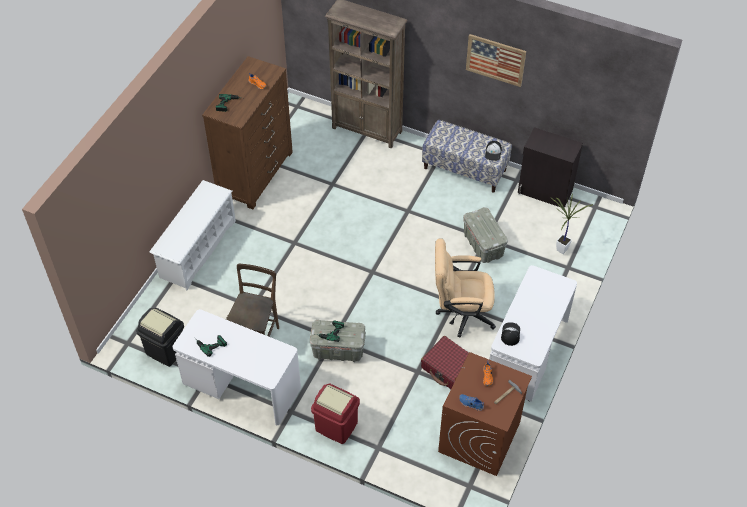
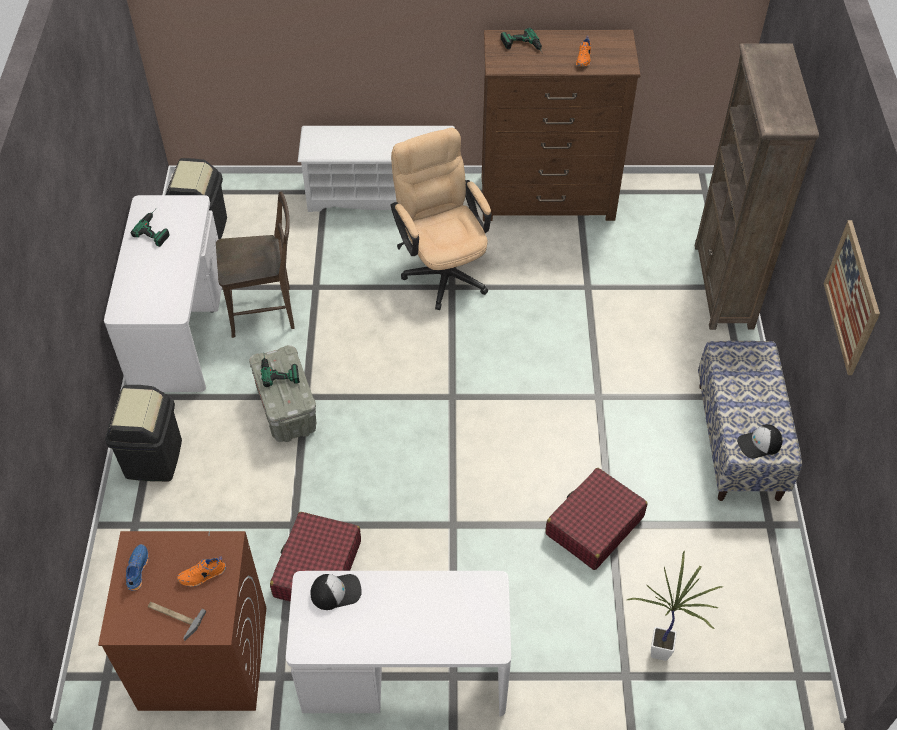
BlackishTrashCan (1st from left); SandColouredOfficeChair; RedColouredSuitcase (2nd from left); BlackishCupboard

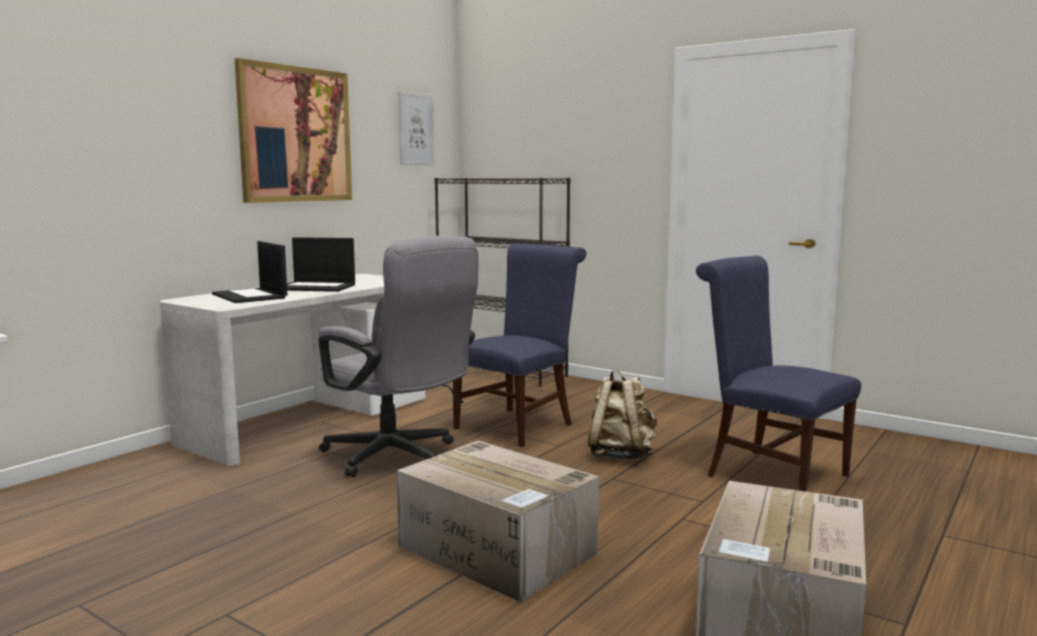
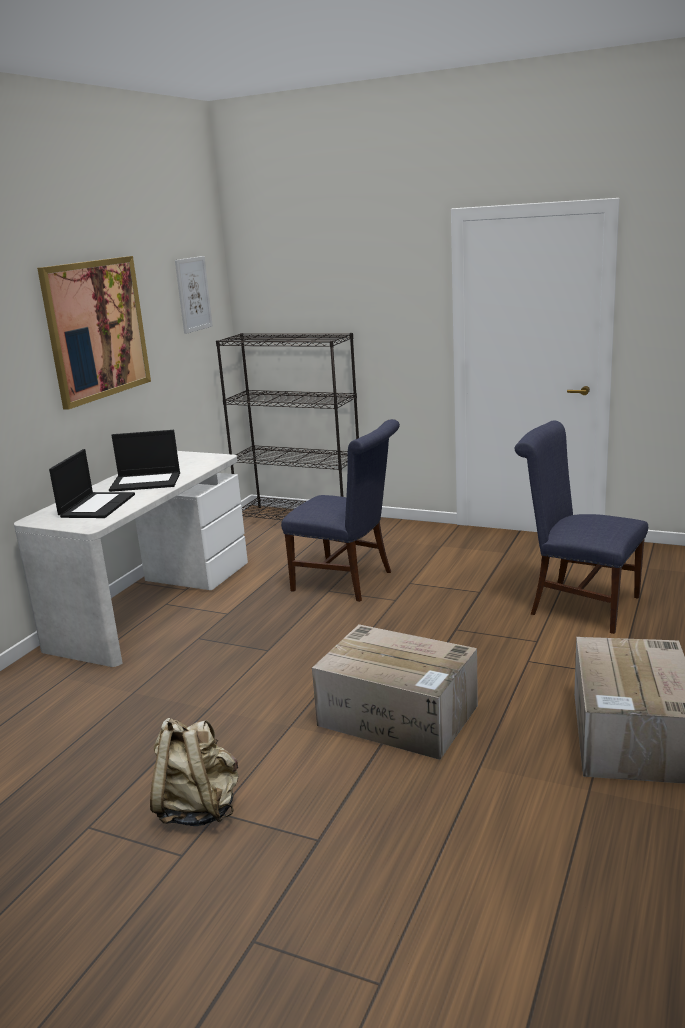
Laptop (1st from left); SandColouredBackpack; BluishChair (1st from left); GreyishOfficeChair

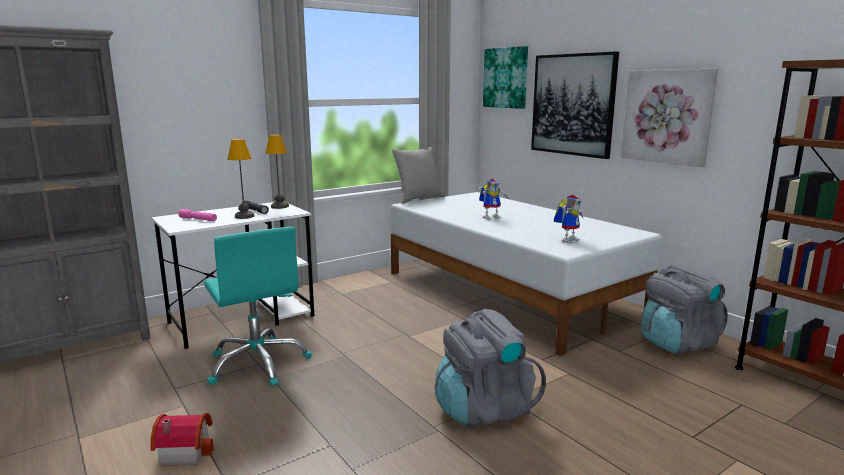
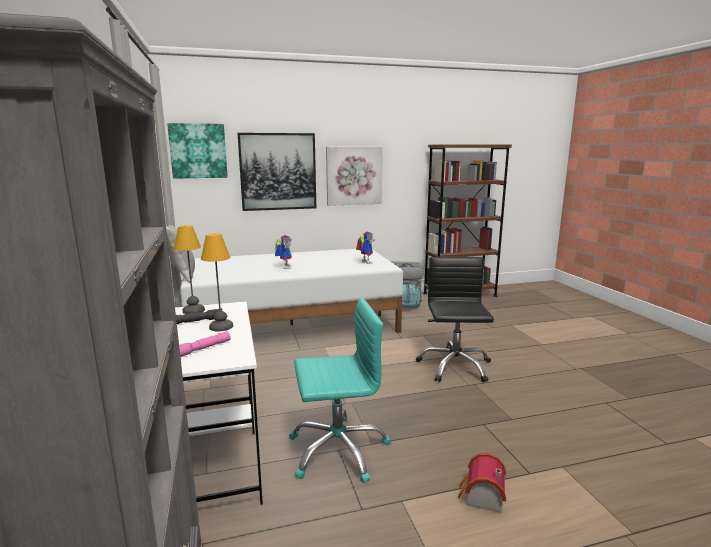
BlackishOfficeChair

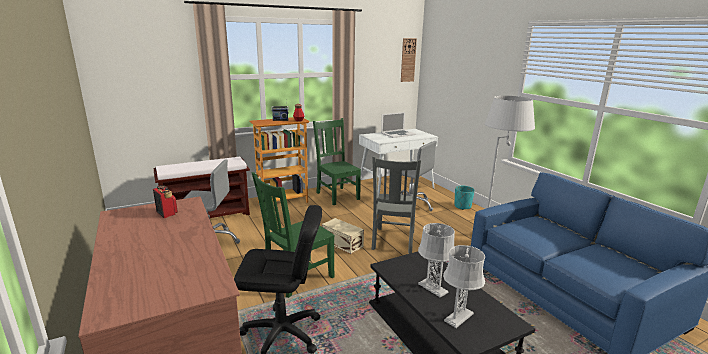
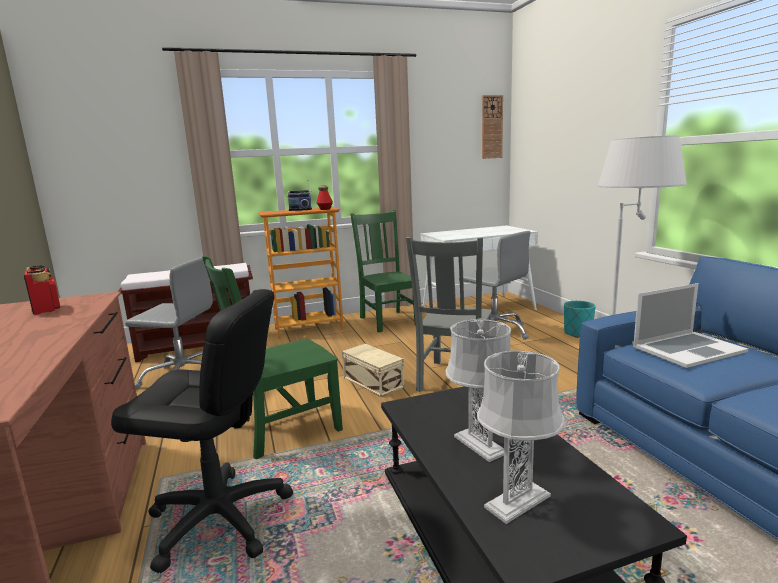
Laptop

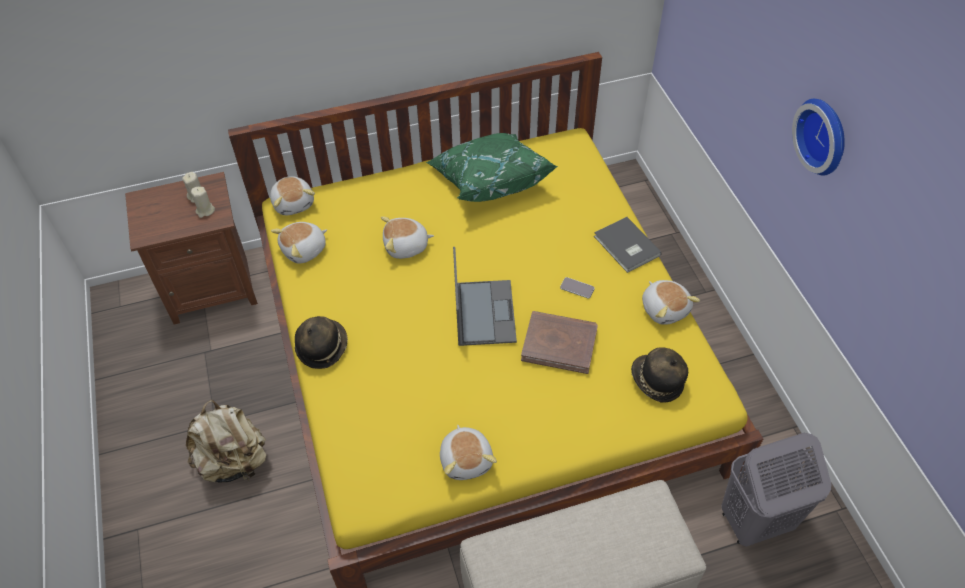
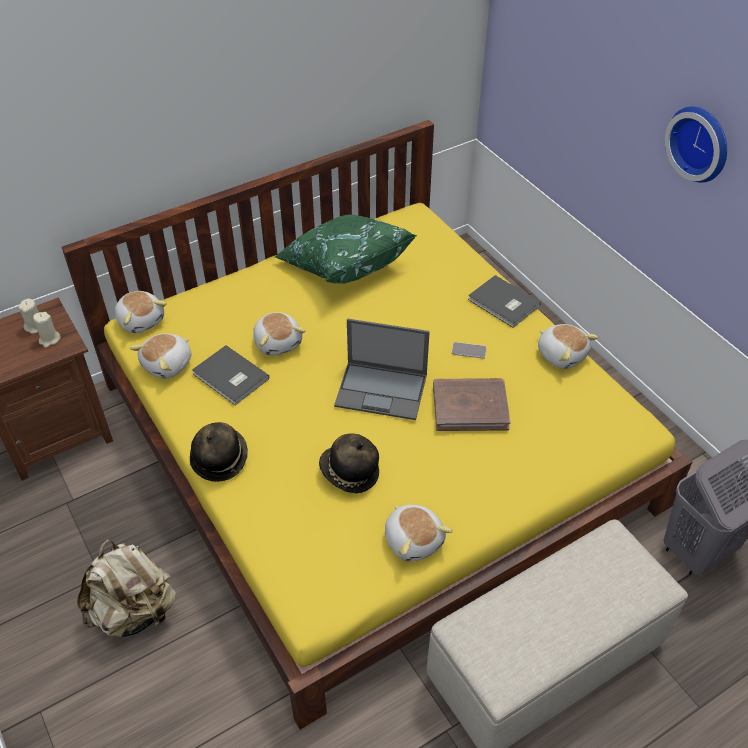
GreyishBoundBook (1st from left); PlushToy (3rd from left); Hat (2nd from left); Laptop

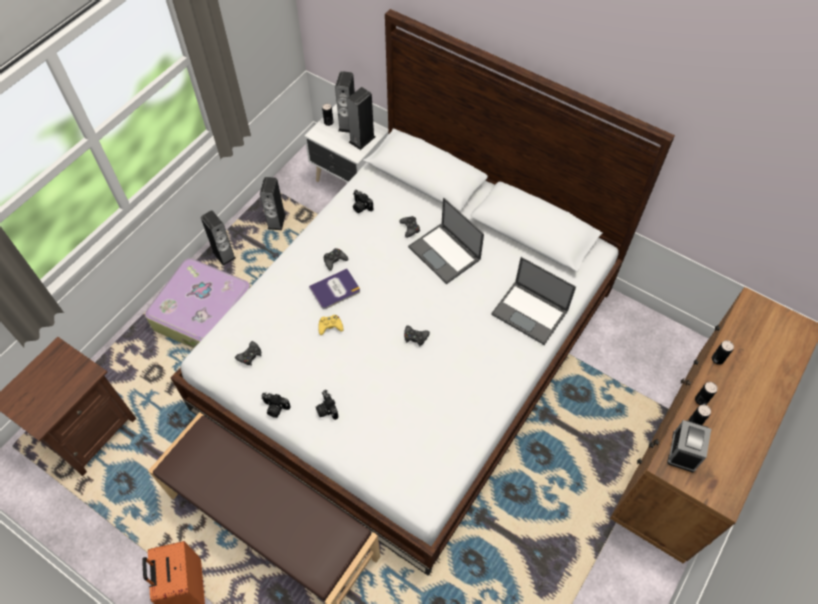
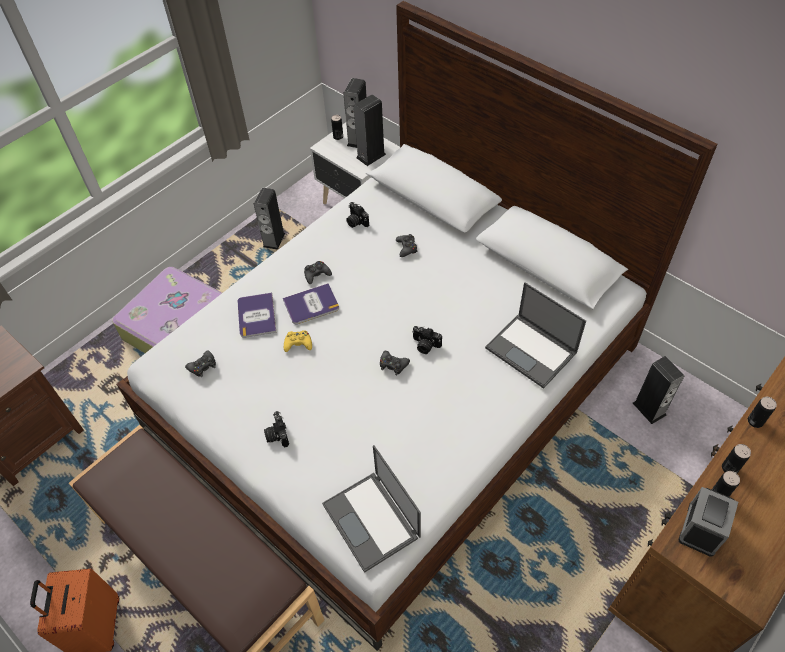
BoundBook (1st from left); Laptop (1st from left); PhotoCamera (3rd from left); AudioSpeaker (4th from left)

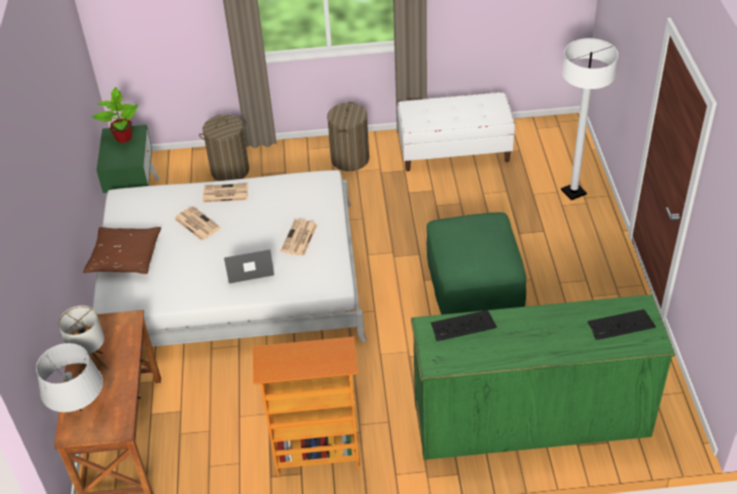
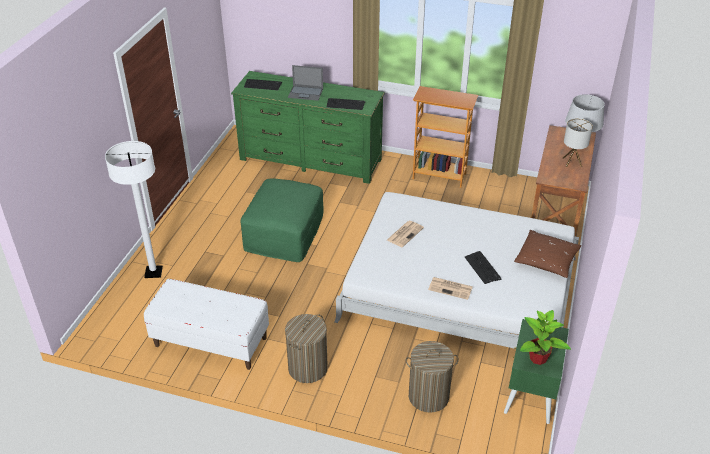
Laptop; ComputerKeyboard (3rd from left)

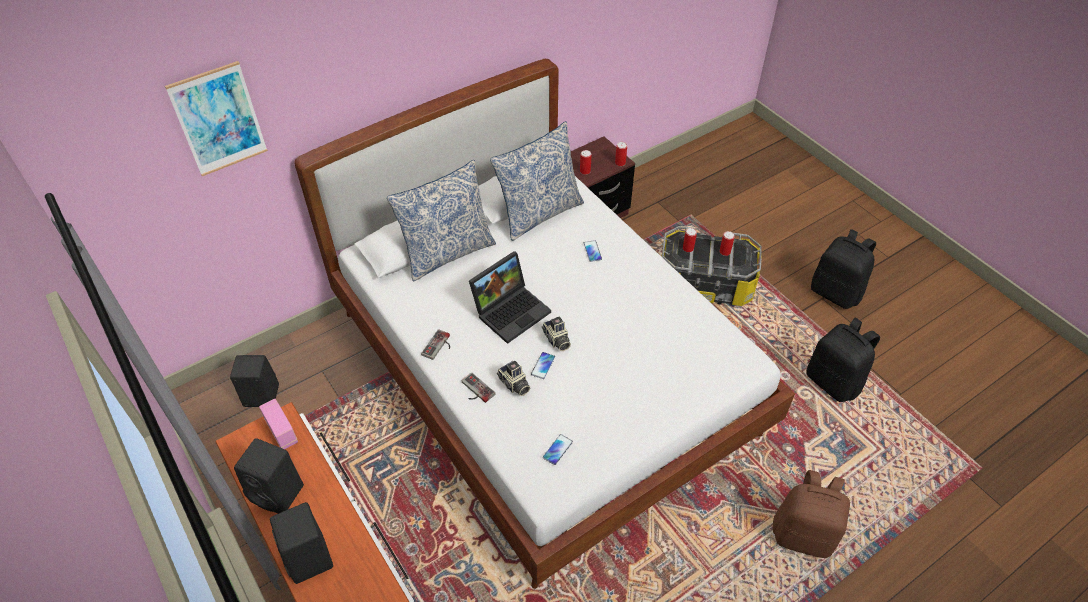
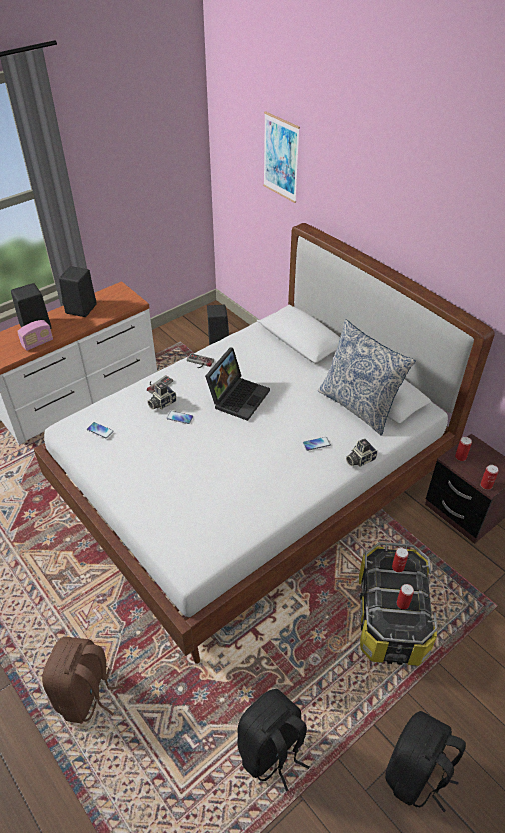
Radio; Laptop; PhotoCamera (2nd from left); Pillow (1st from left in the first image)

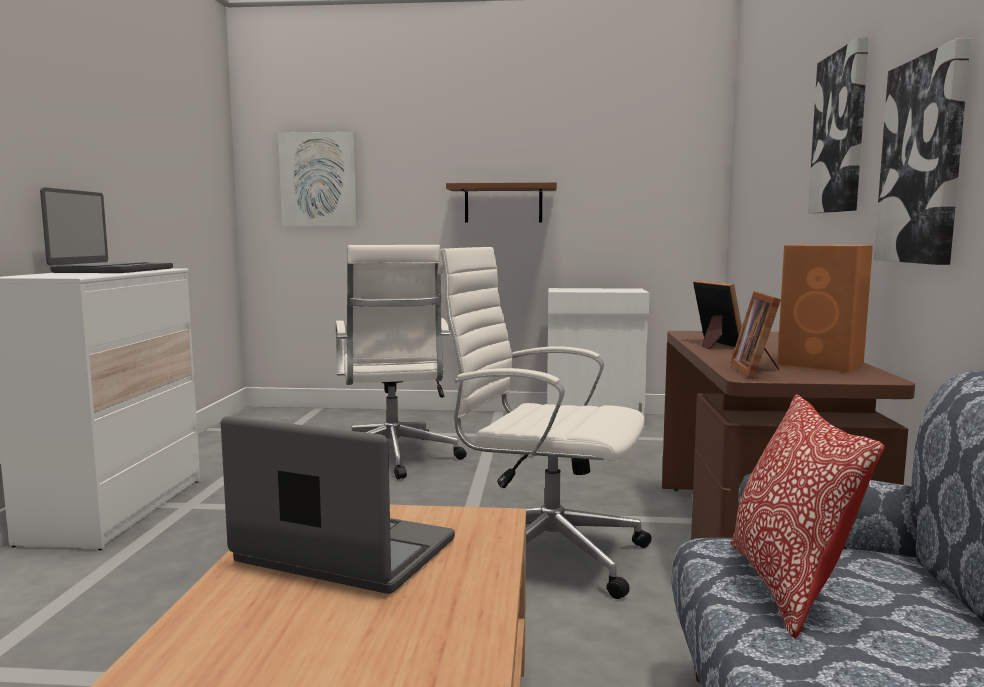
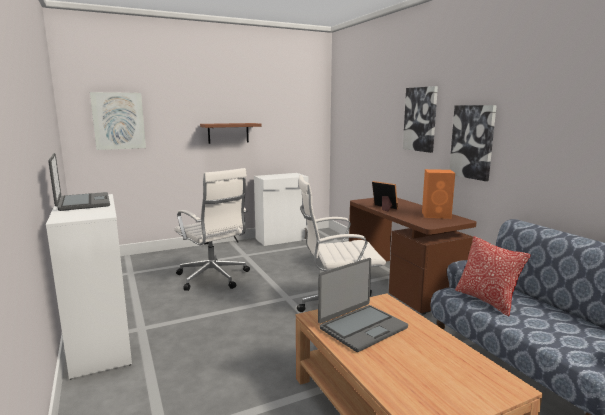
Laptop (2nd from left); PictureFrame (2nd from left in the first image)

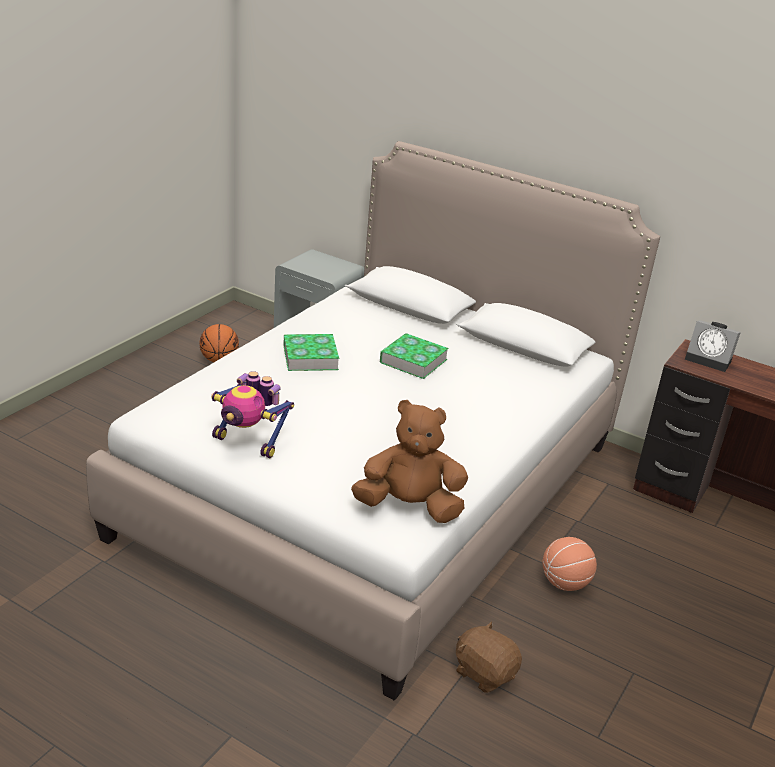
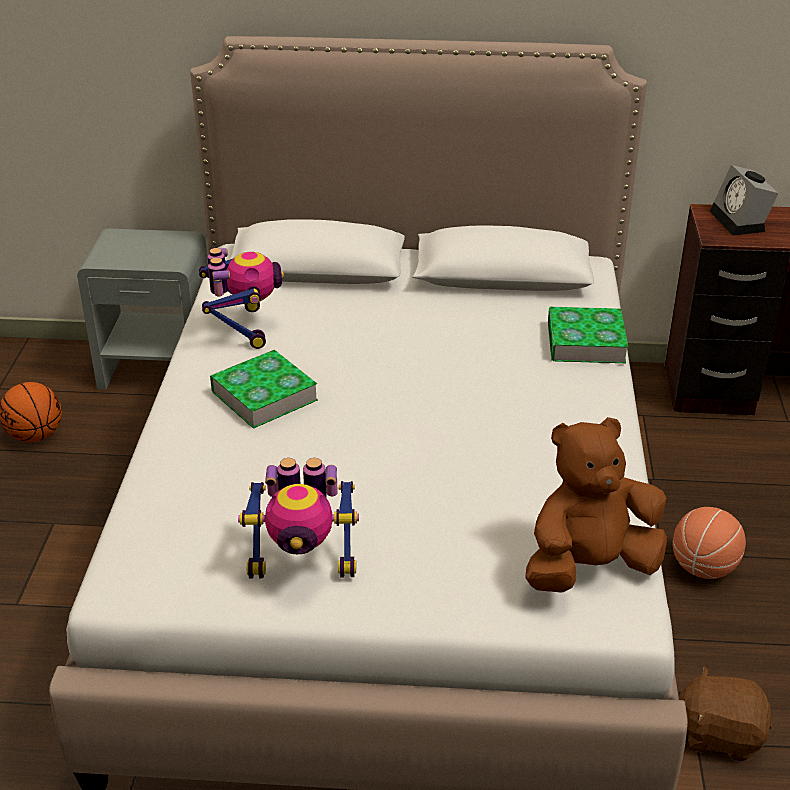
RobotFigure (1st from left); BoundBook (2nd from left); BedsideClock

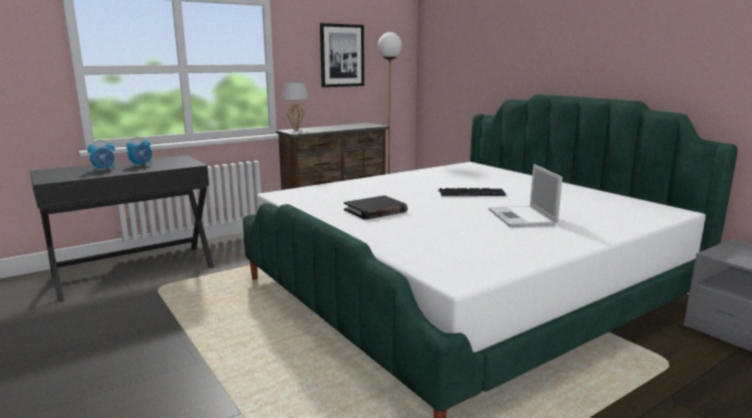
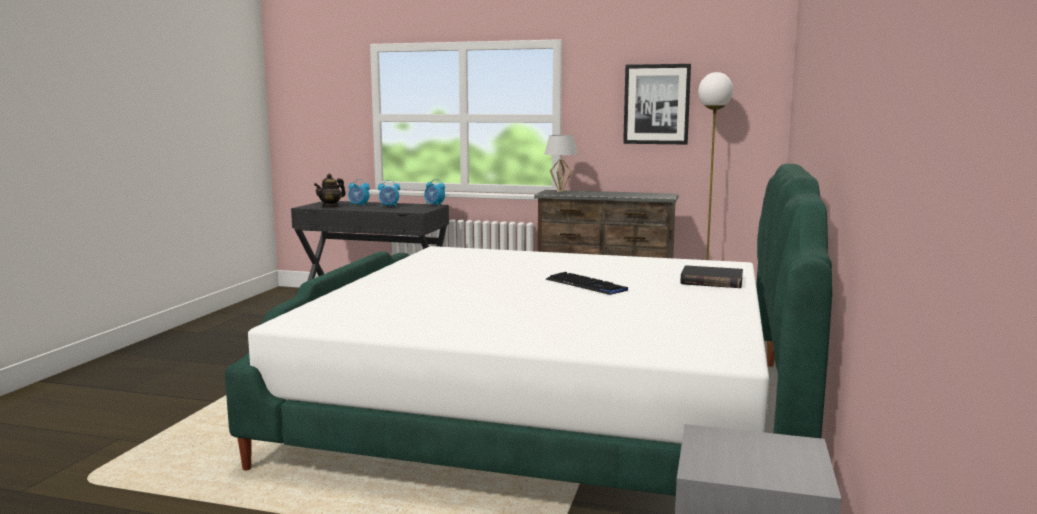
Teapot; BedsideClock (3rd from left); BlackishBoundBook; Laptop

